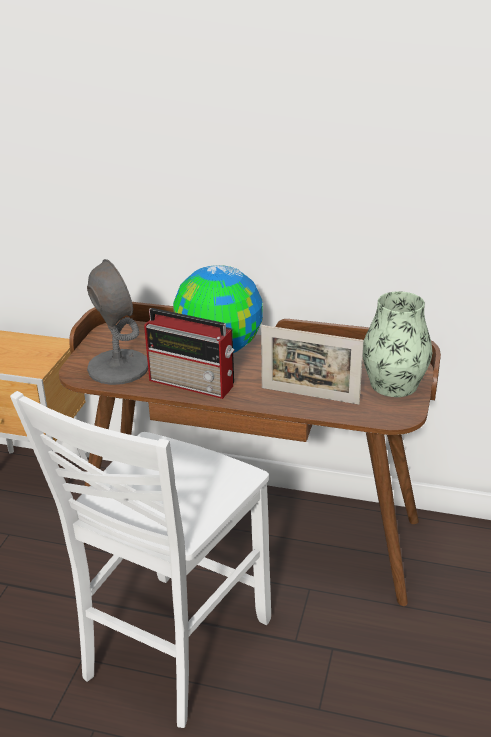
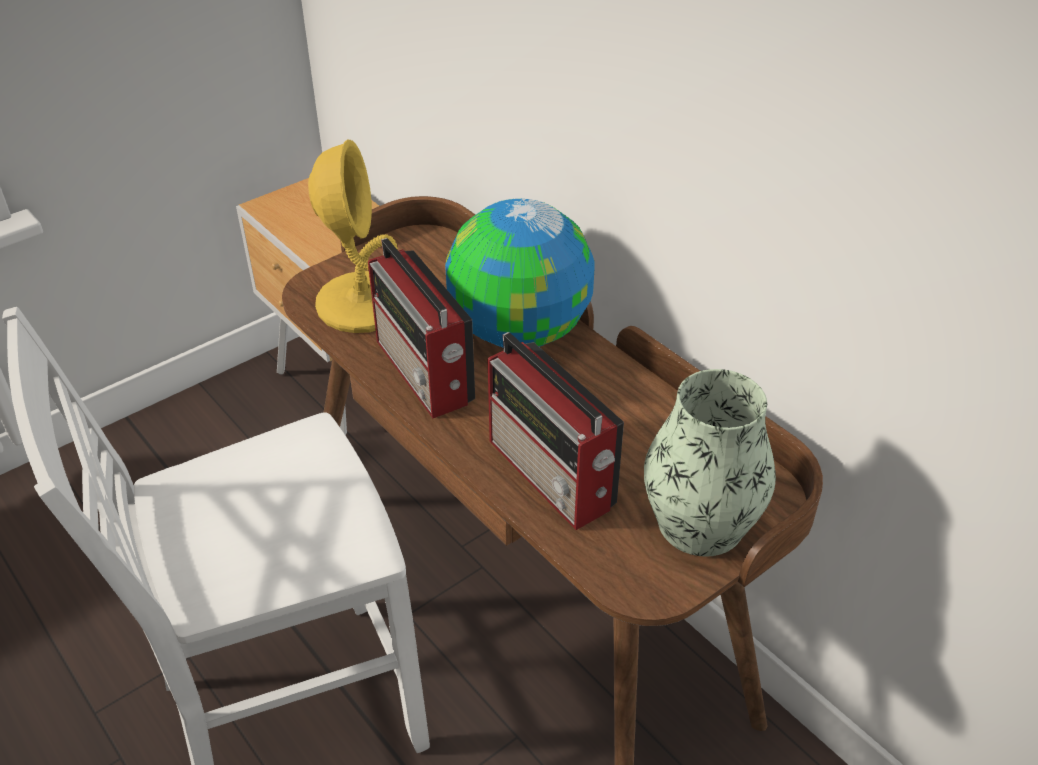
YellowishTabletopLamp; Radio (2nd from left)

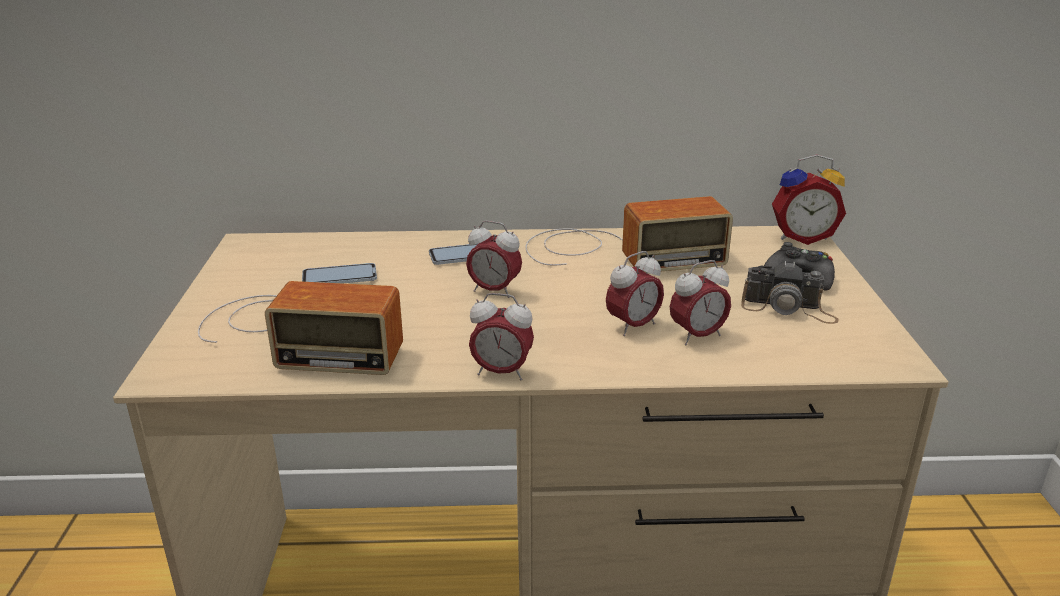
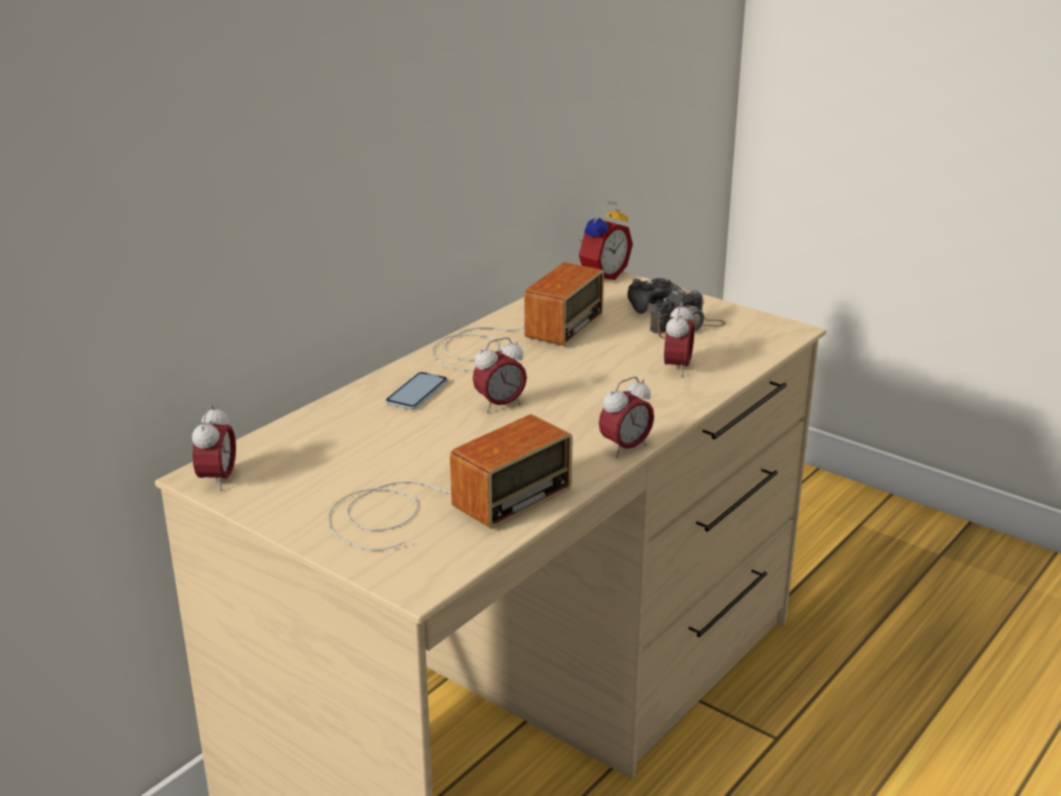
BedsideClock (1st from left); Telephone (1st from left in the first image)

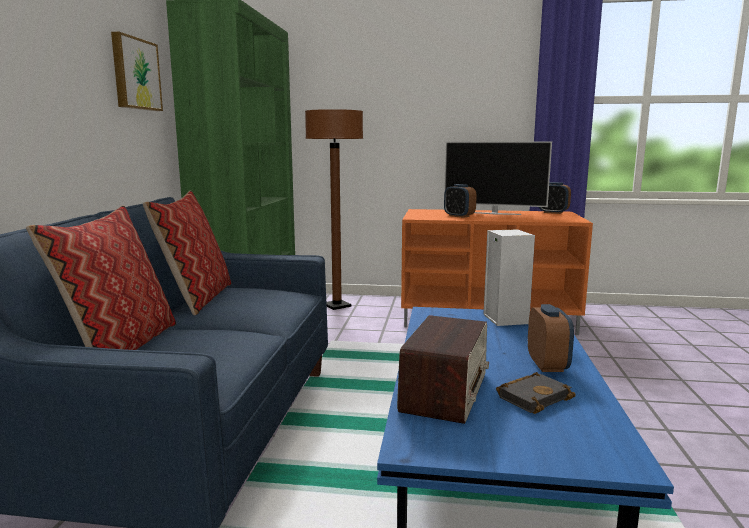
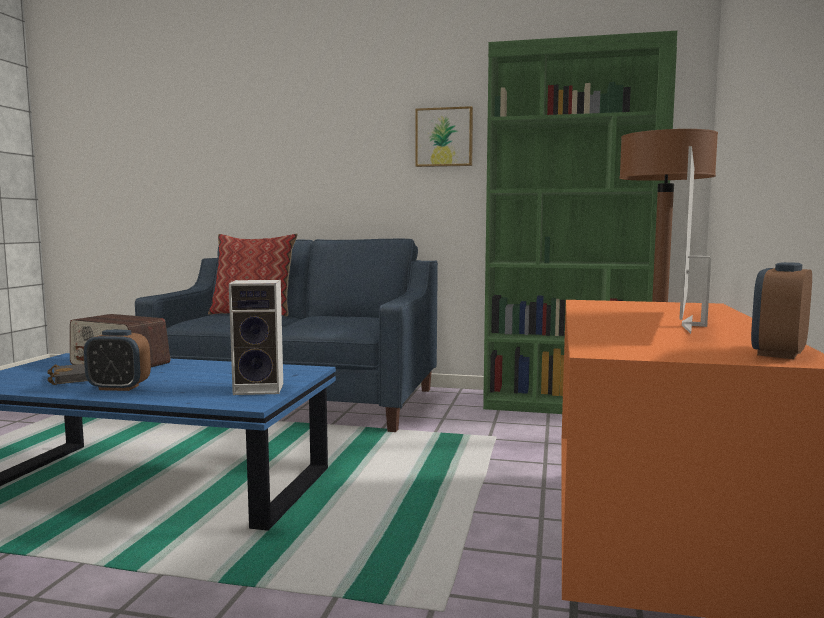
Pillow (2nd from left in the first image); BedsideClock (1st from left in the first image)

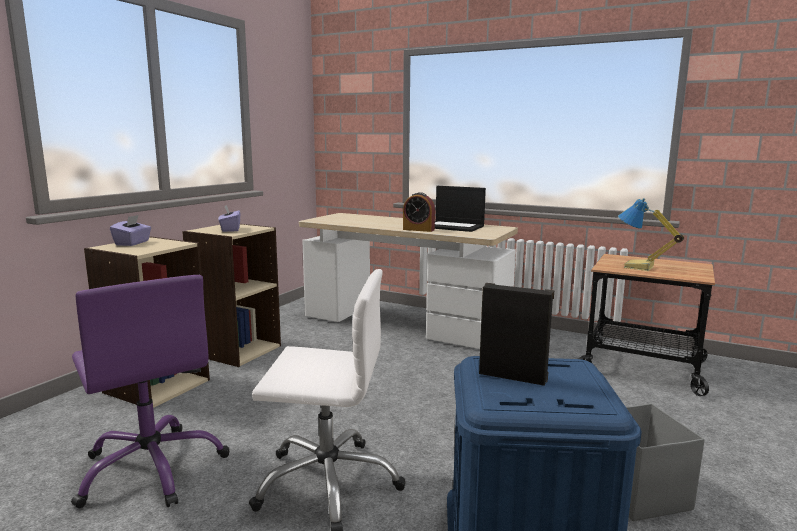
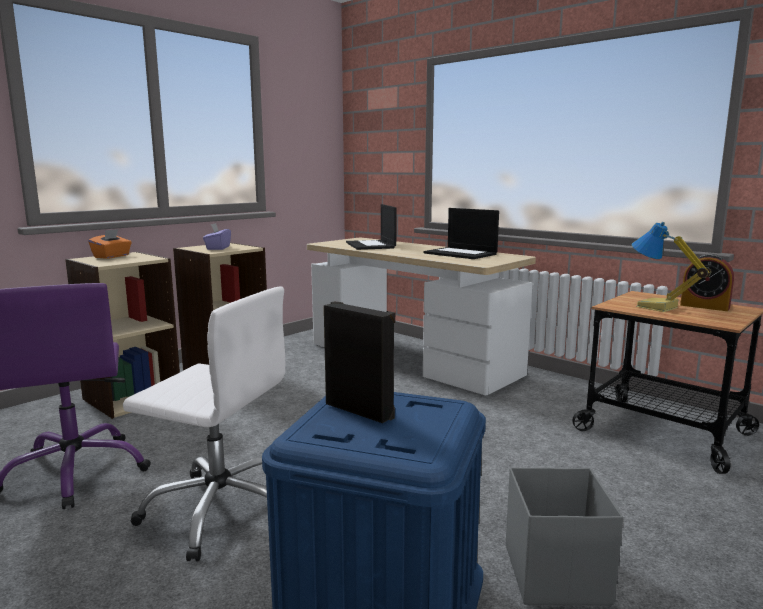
OrangeTissueHolder; Laptop (1st from left); BedsideClock

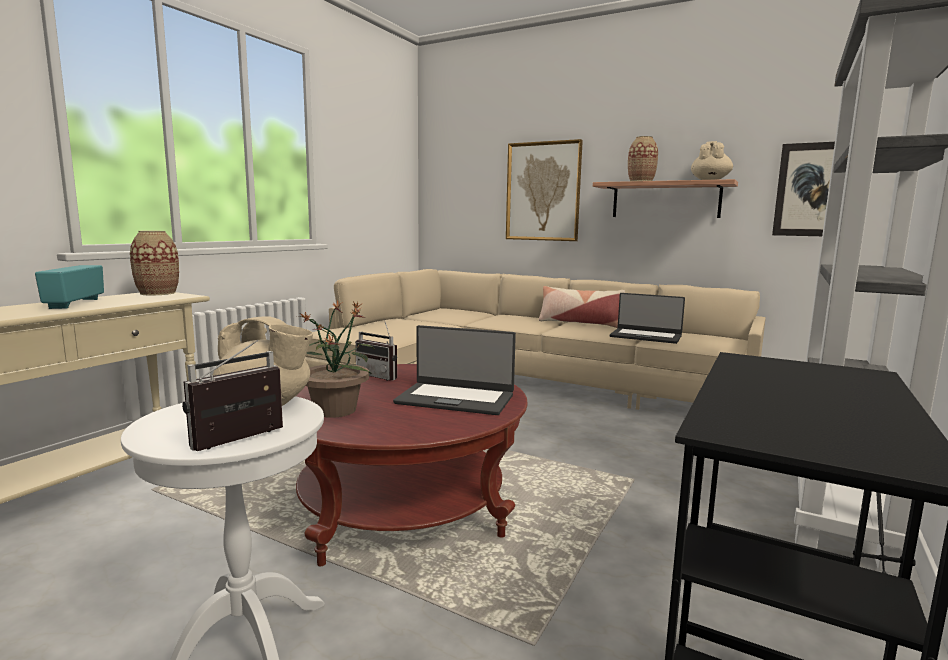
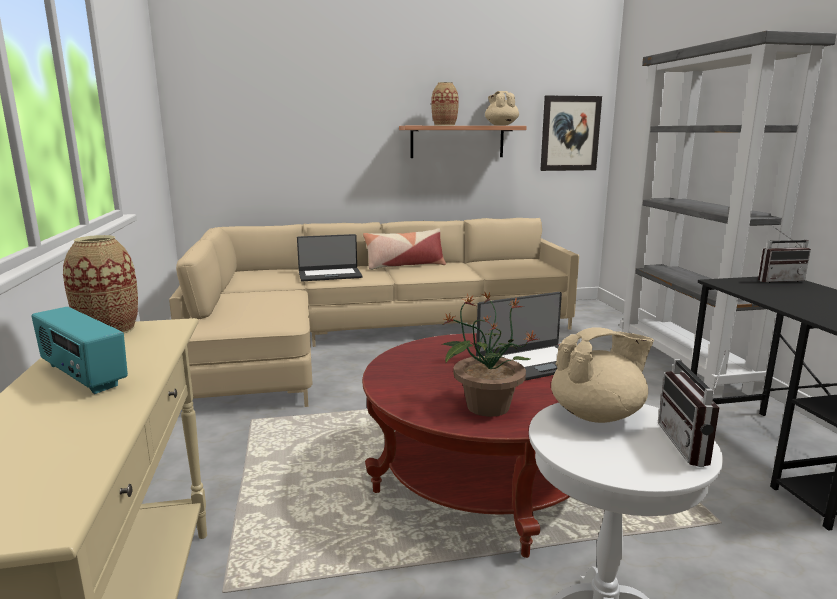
Laptop (1st from left); Radio (3rd from left); Picture (1st from left in the first image)

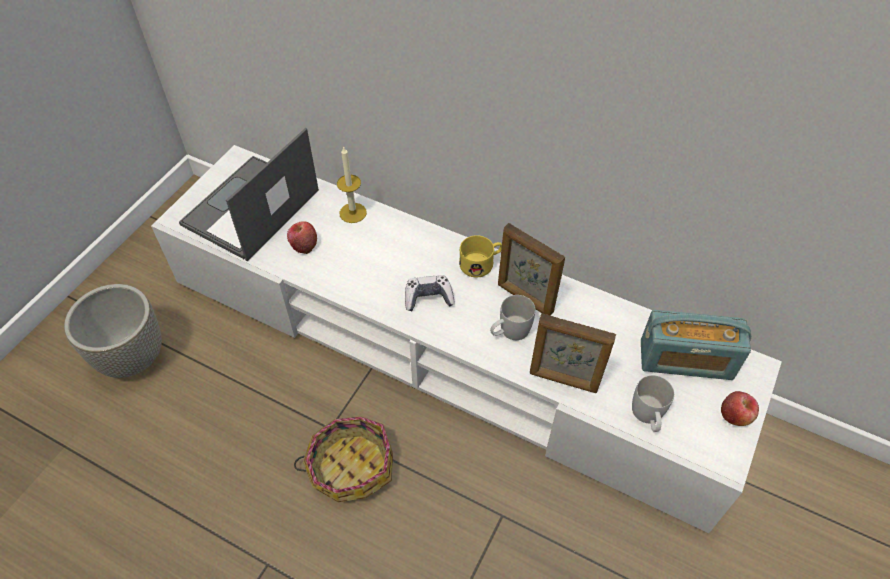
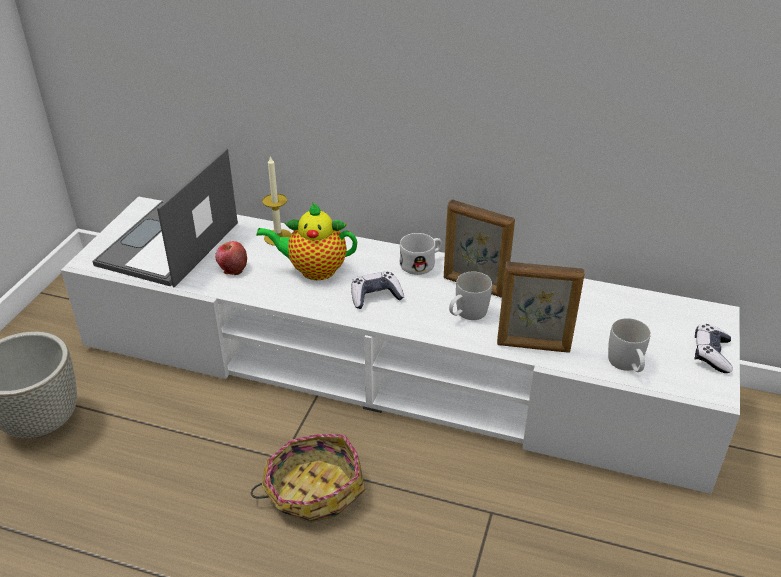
Teapot; WhitishCoffeeMug (1st from left); Gamepad (2nd from left); Radio

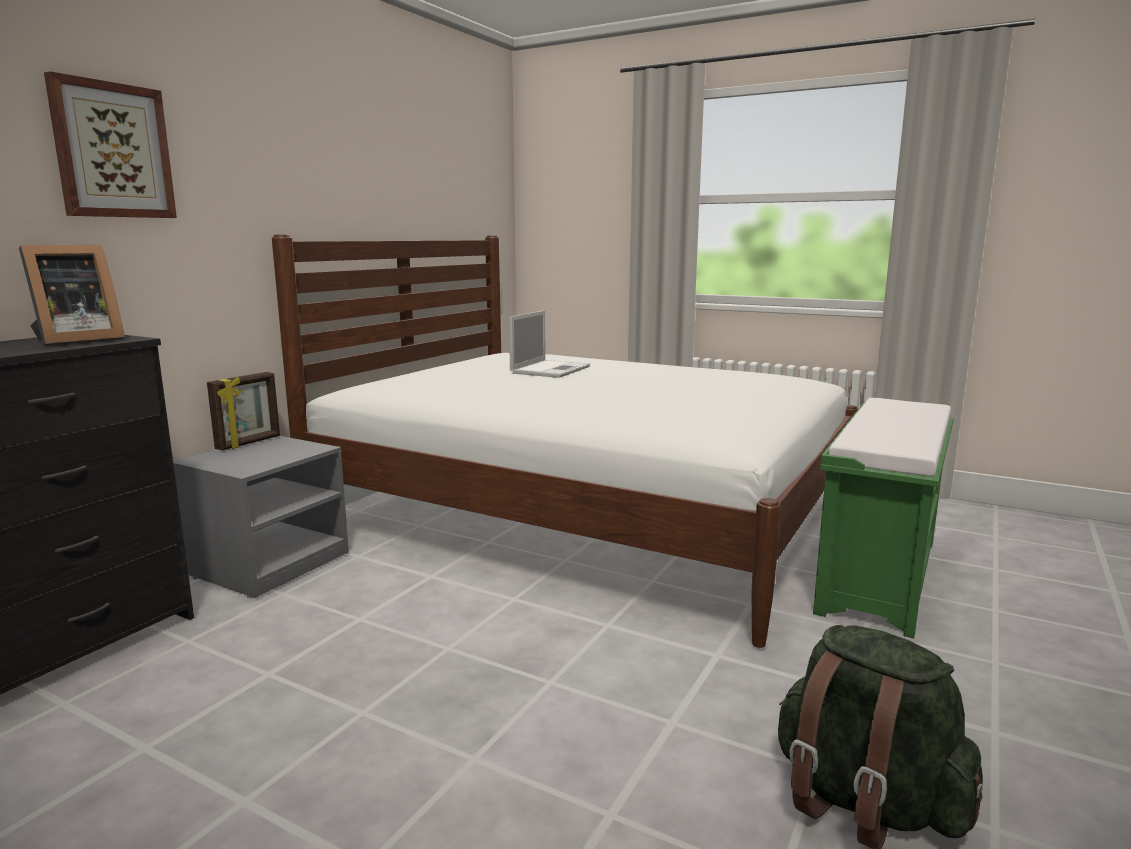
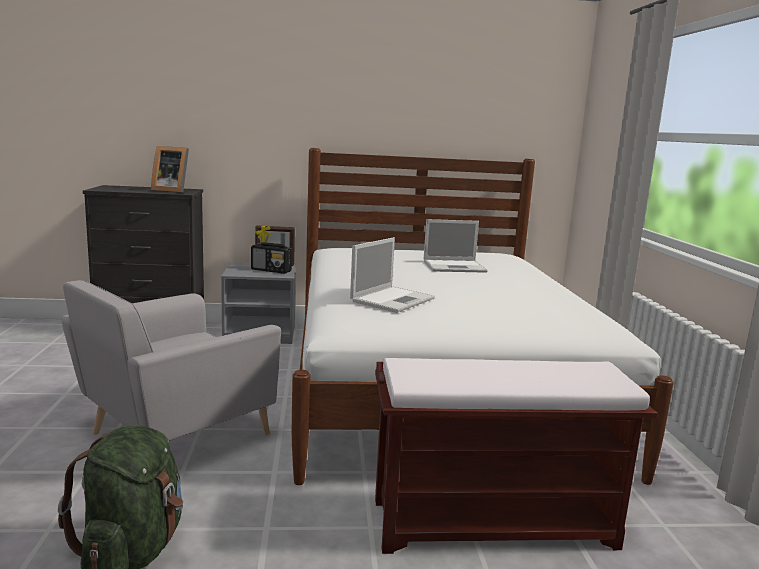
GreyishArmchair; Radio; Laptop (1st from left); BrownishBench; Picture

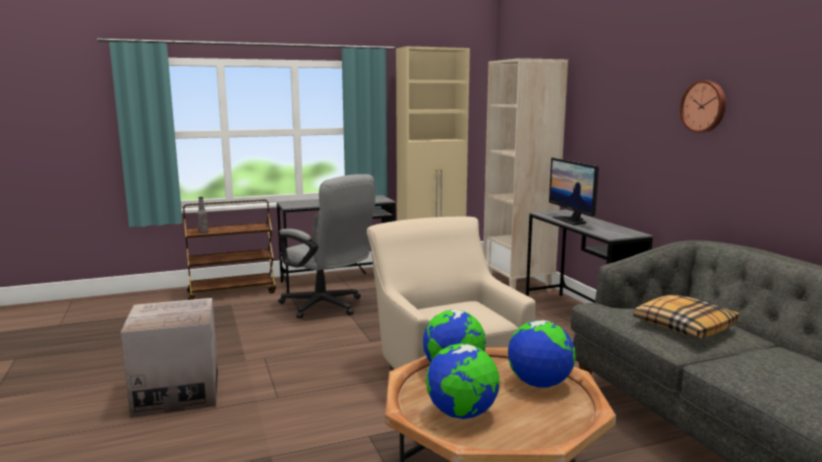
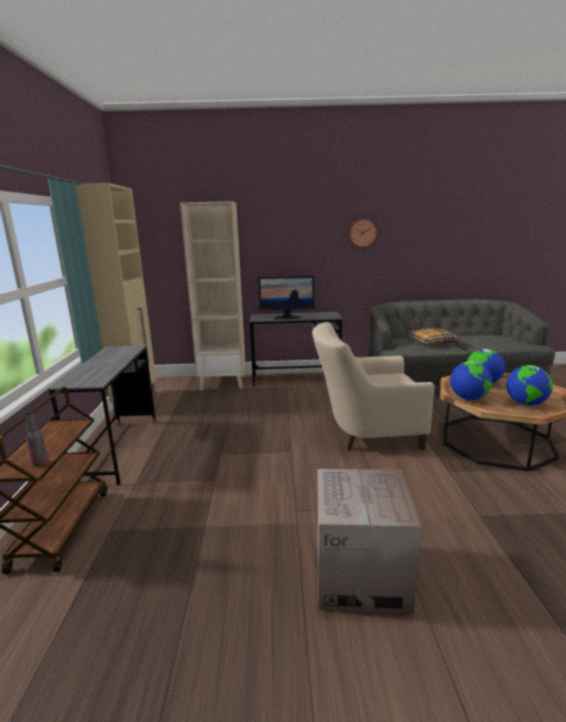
GreyishOfficeChair

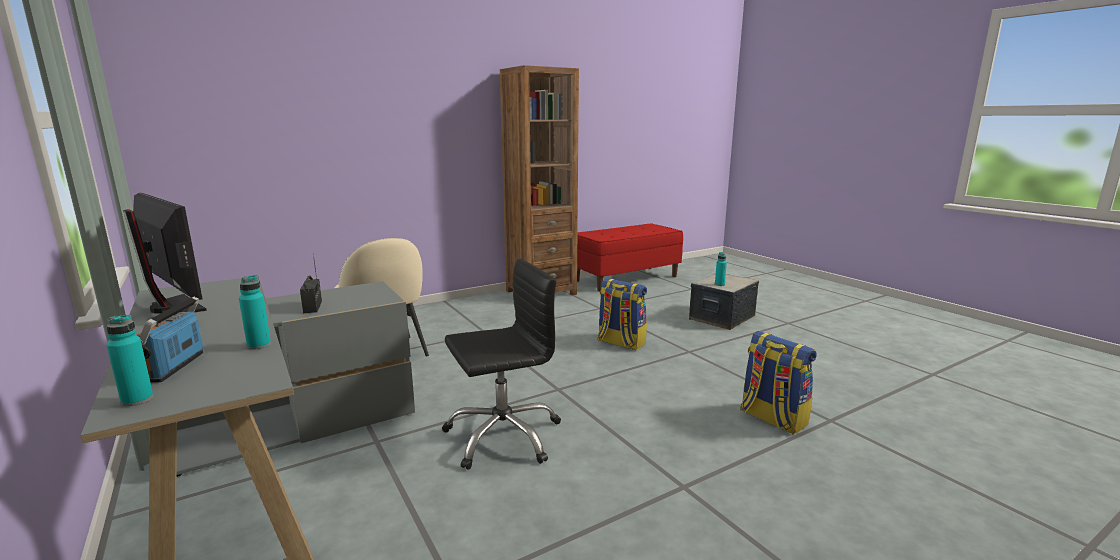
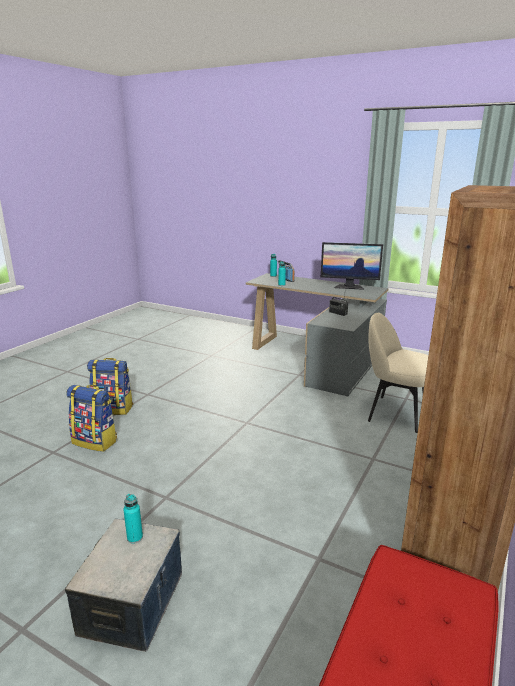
Backpack (2nd from left); BlackishOfficeChair

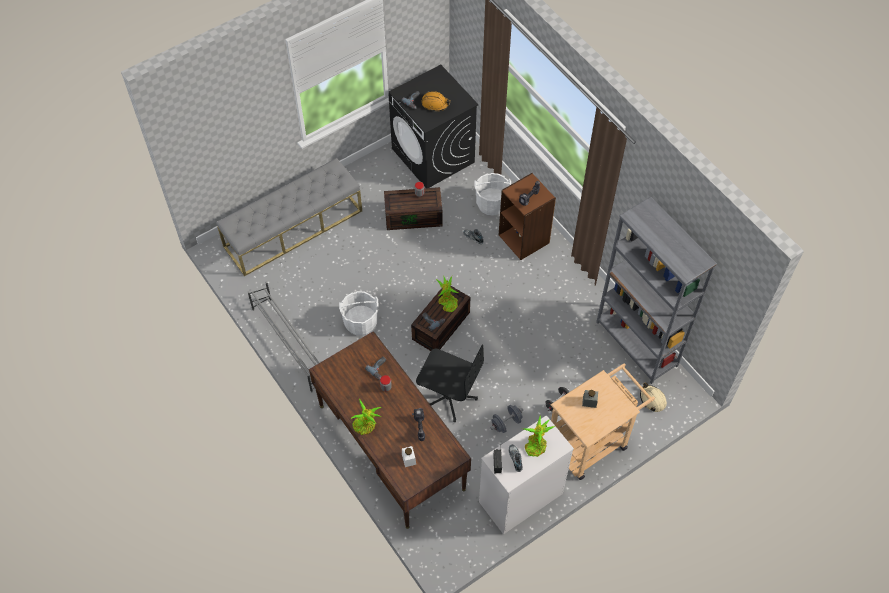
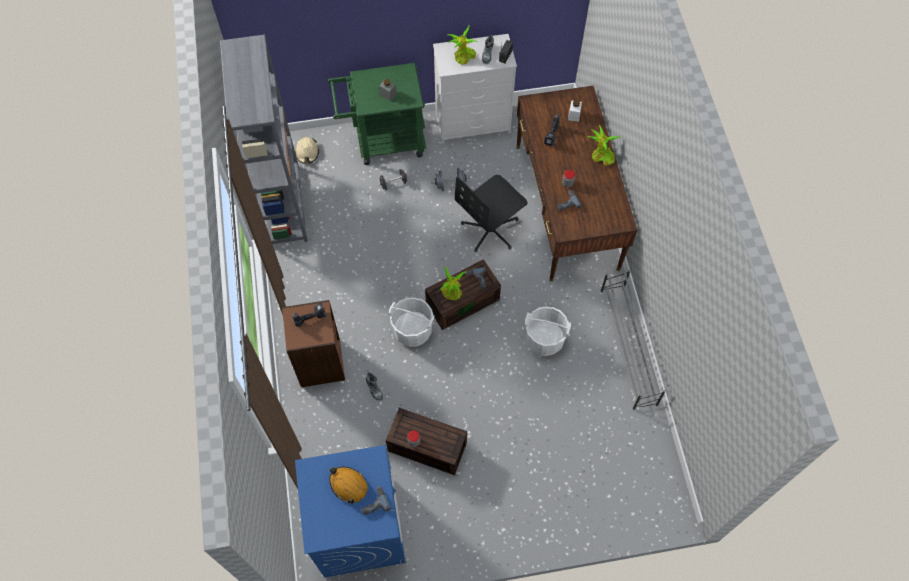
BluishLaundryAppliance; GreenishTrolley; WhitishWaterBucket (1st from left); BlackishOfficeChair; GreyishBench

